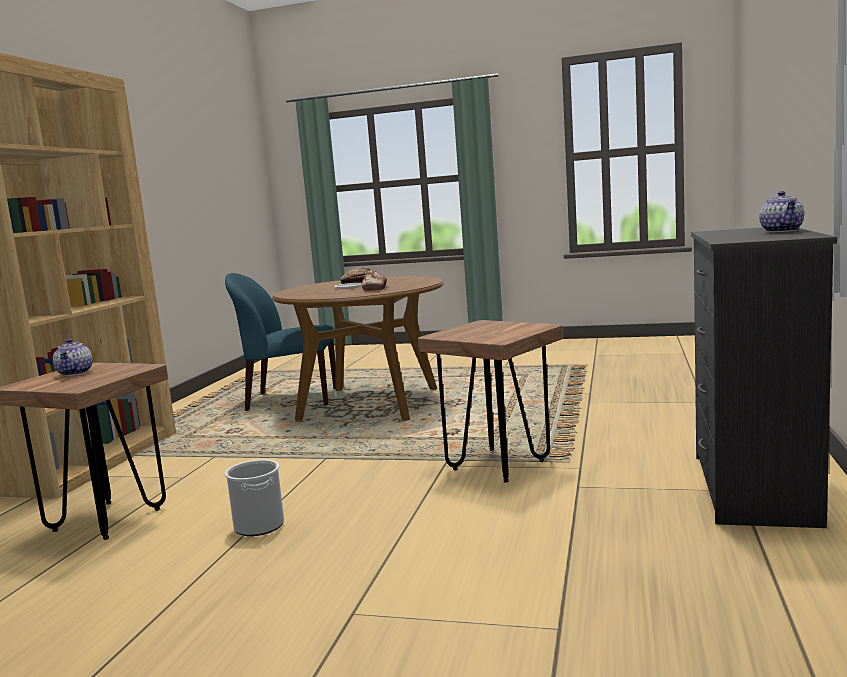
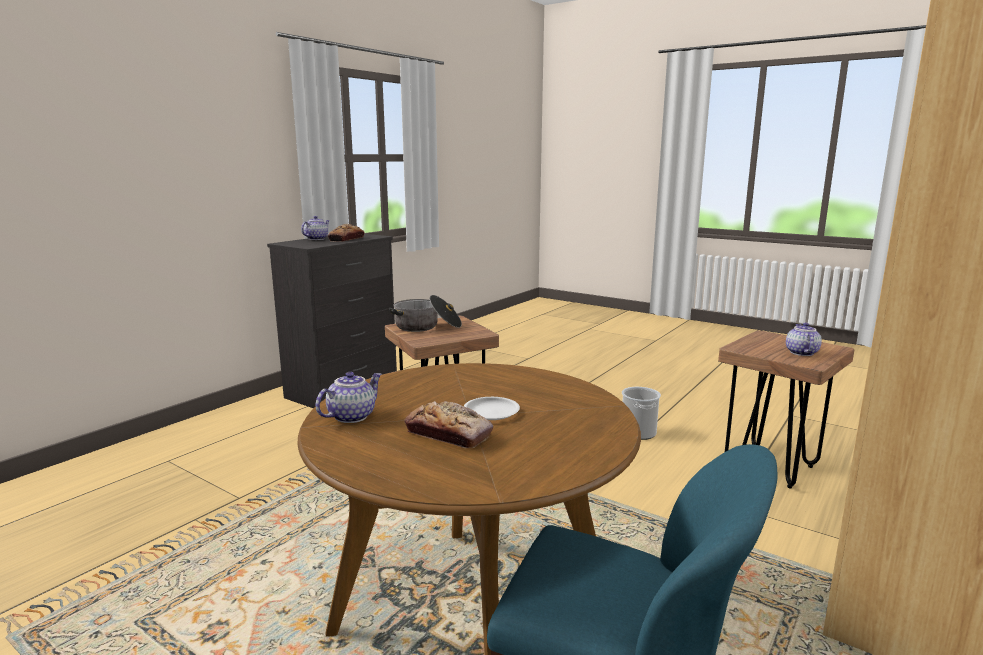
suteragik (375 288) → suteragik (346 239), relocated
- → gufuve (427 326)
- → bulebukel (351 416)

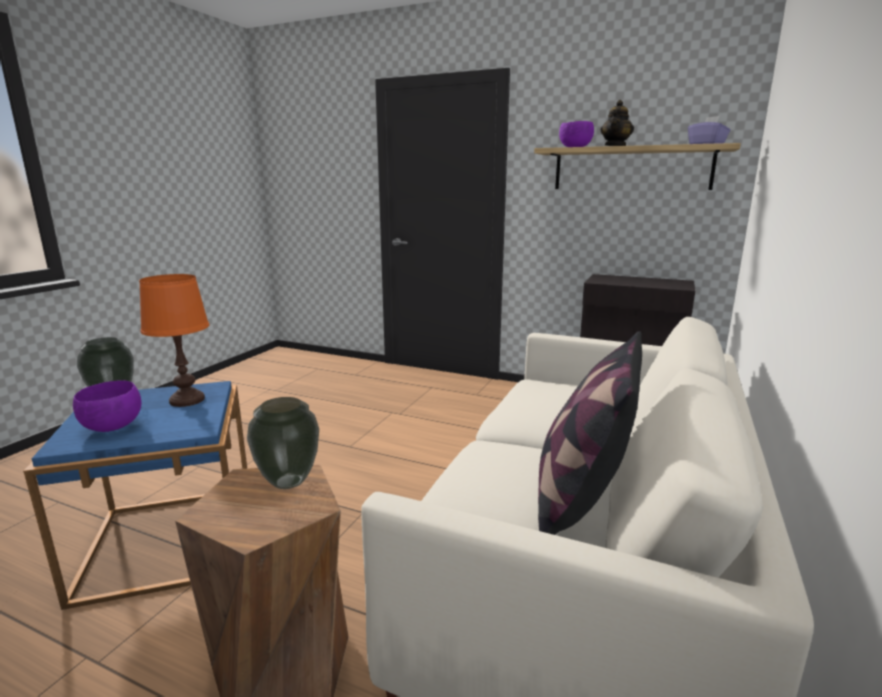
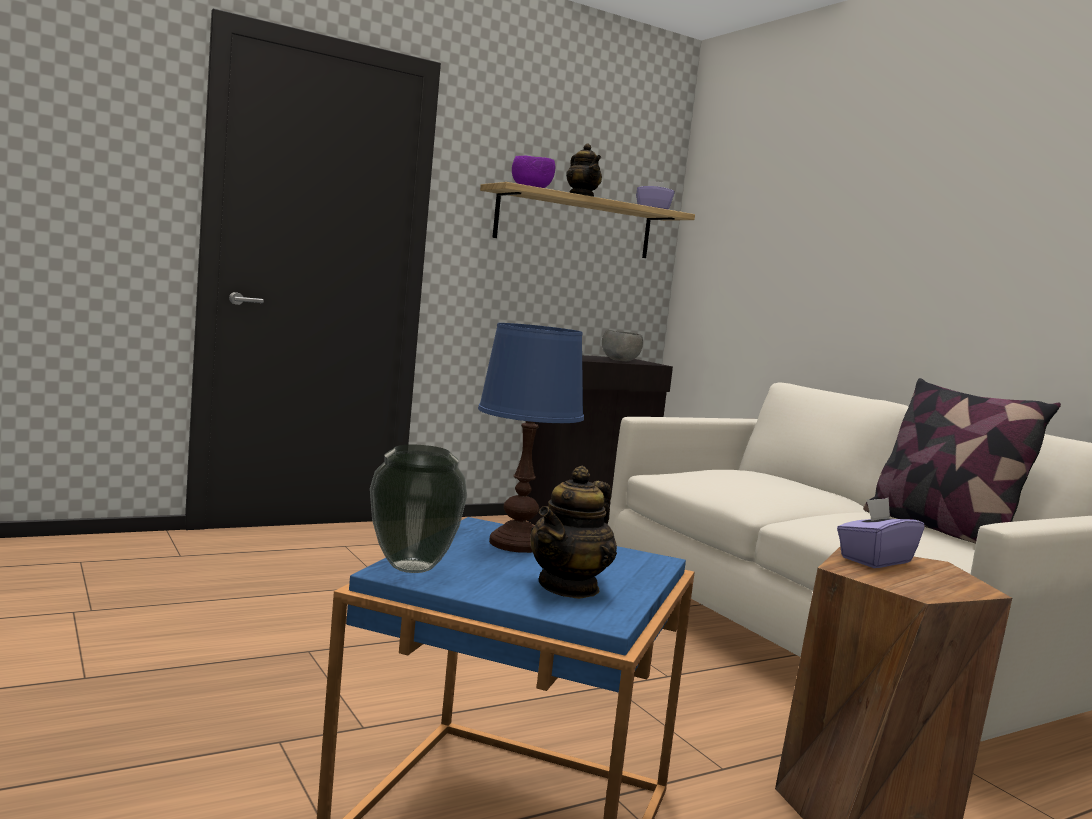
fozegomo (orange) (187 400) → fozegomo (blue) (516 544)
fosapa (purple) (113 427) → bulebukel (569 587)
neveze (287 482) → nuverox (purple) (875 560)
- → fosapa (grey) (620 361)

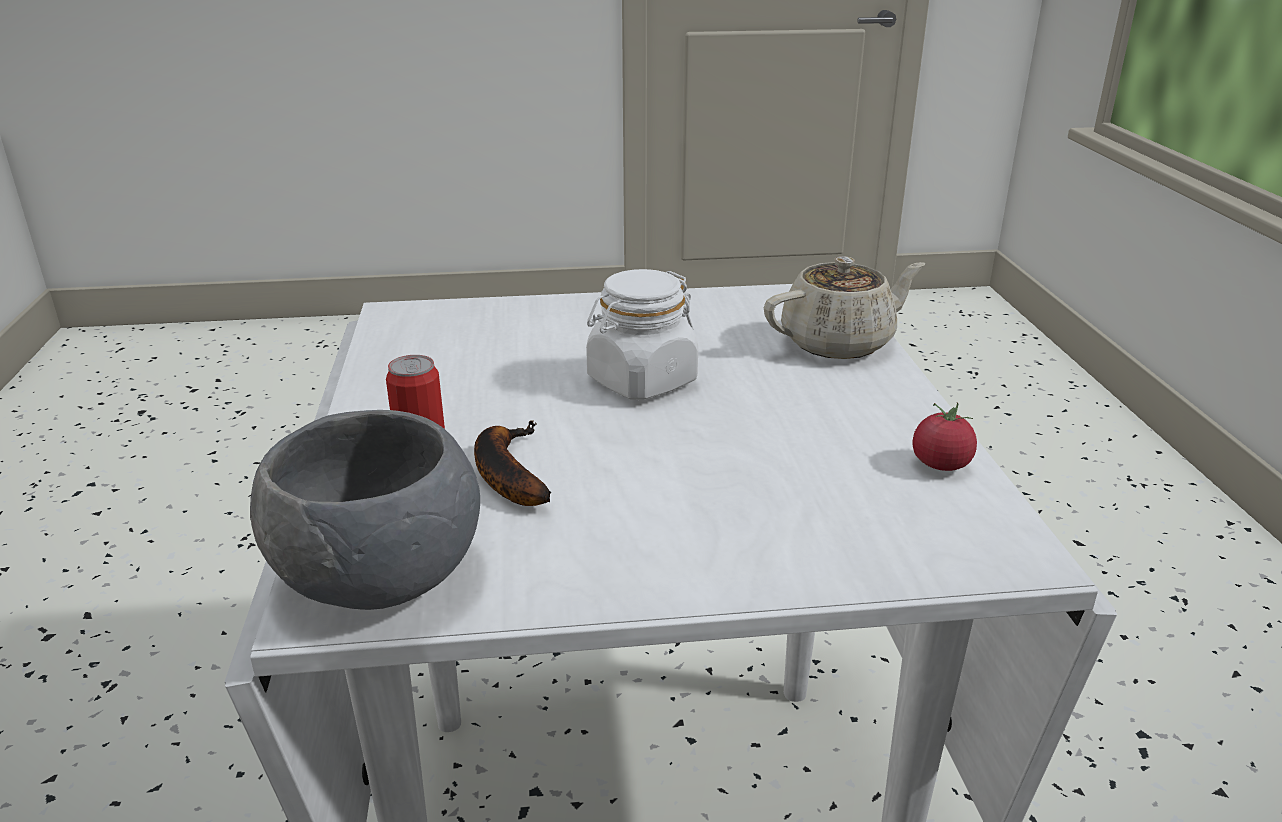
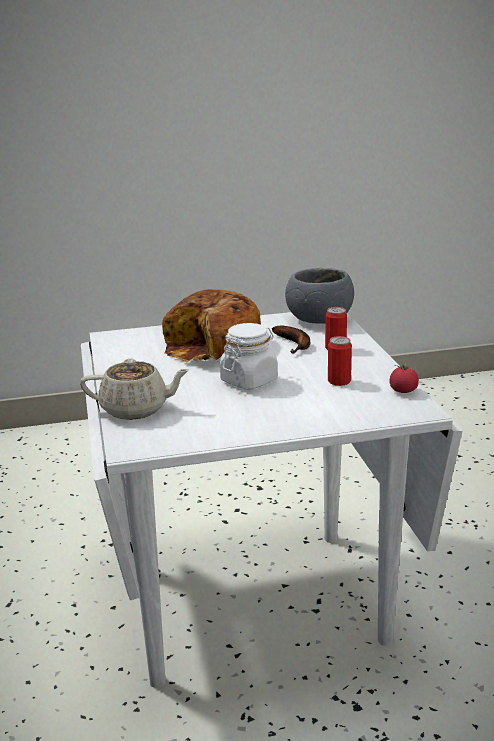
bulebukel (beige) (839 342) → bulebukel (beige) (136 409), 150 degrees counterclockwise
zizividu (940 464) → zizividu (403 391), relocated
- → suteragik (212 346)
- → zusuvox (339 381)

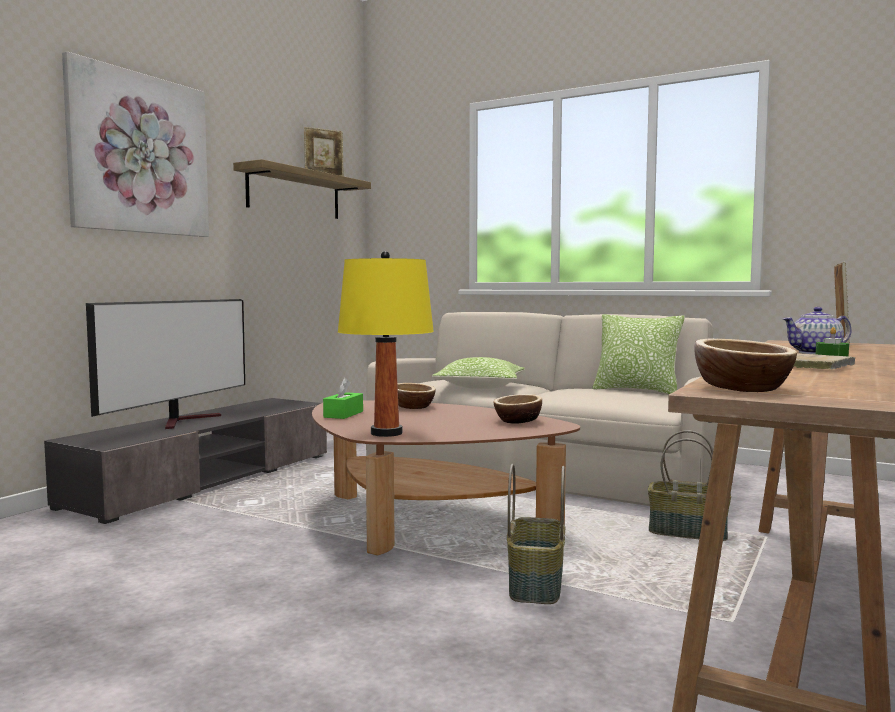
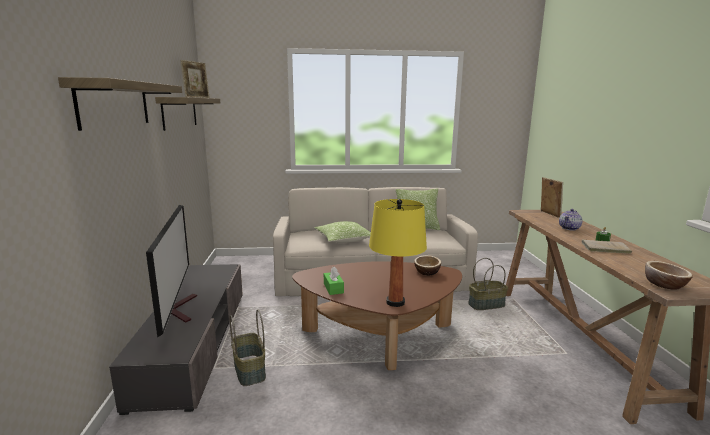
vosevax (140 154) → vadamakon (115 104)
fosapa (413 407) → -
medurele (537 585) → medurele (250 370), relocated

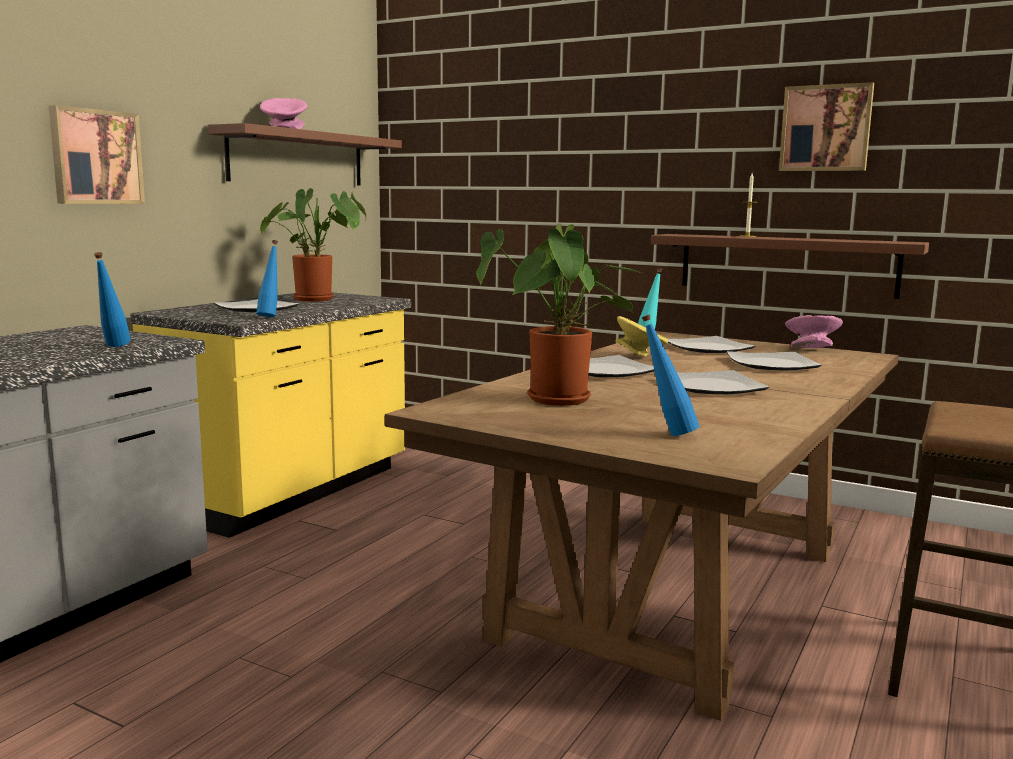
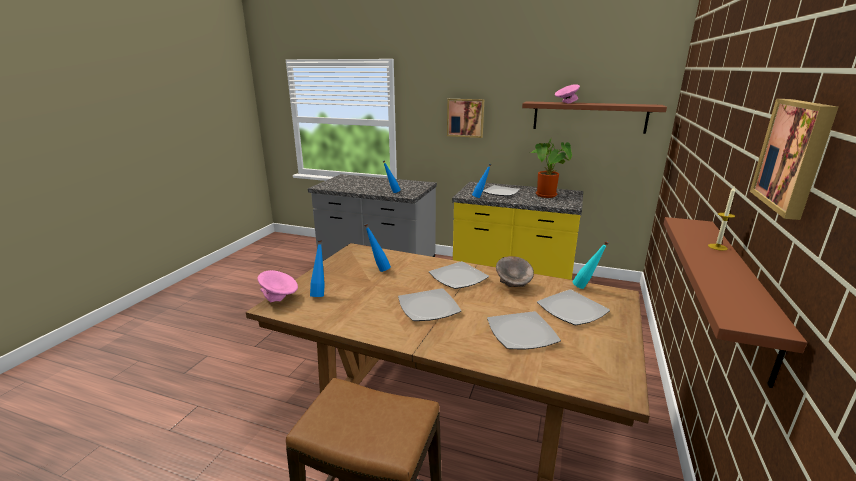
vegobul (559 401) → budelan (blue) (378 270)
fosapa (pink) (810 349) → fosapa (pink) (280 299), relocated
fosapa (yellow) (640 356) → fosapa (grey) (513 286)

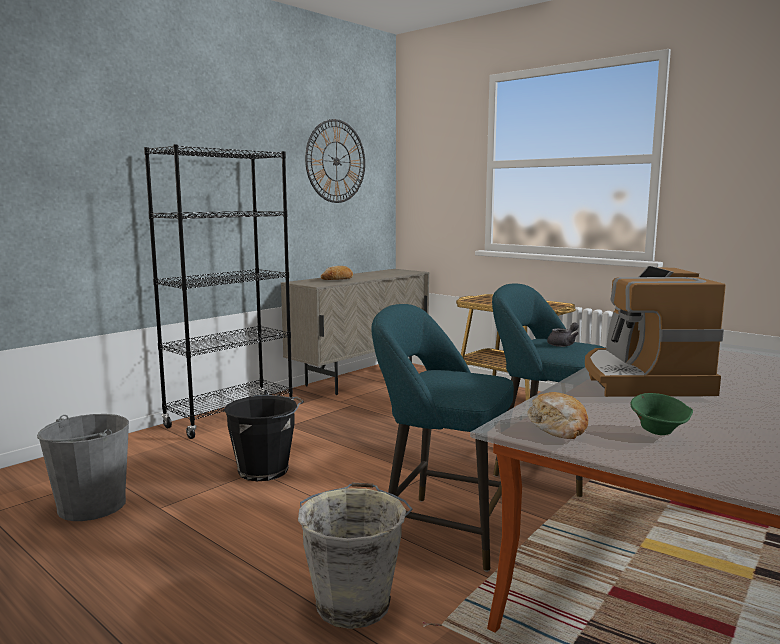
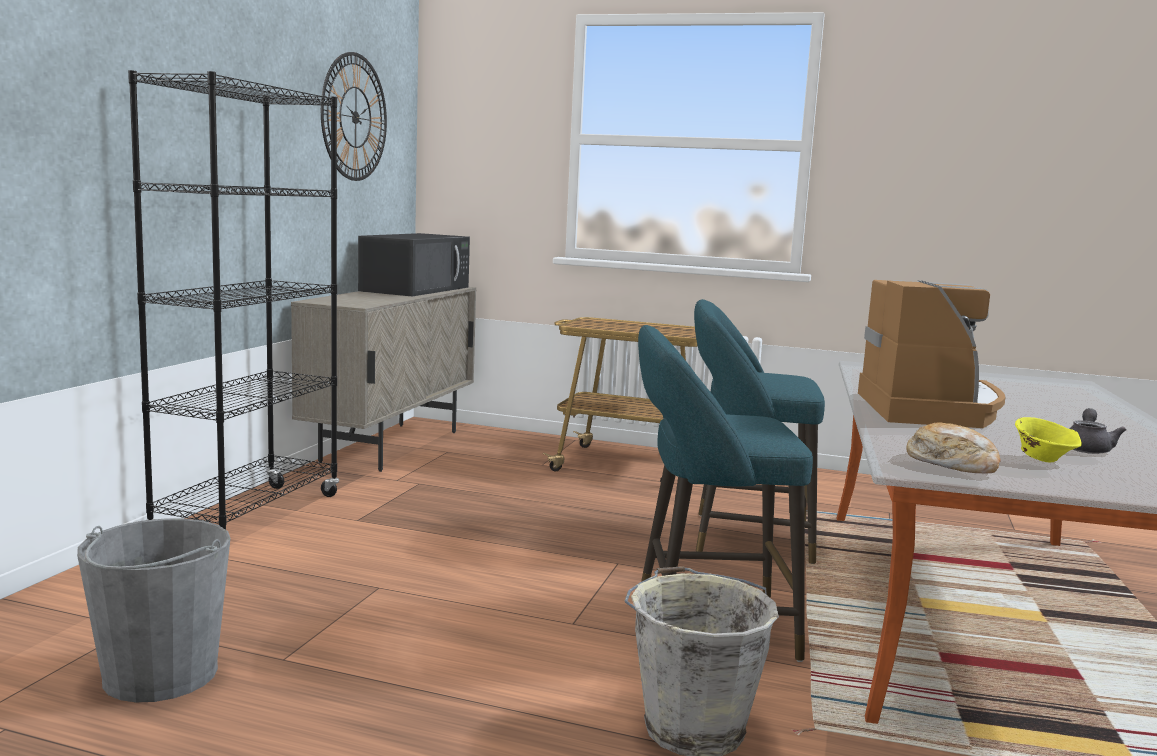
suteragik (337 279) → -
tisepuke (641 380) → tisepuke (931 409), 150 degrees counterclockwise
bulebukel (grey) (563 344) → bulebukel (grey) (1087 448), relocated
fosapa (green) (659 432) → fosapa (yellow) (1043 459)
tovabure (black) (265 470) → -
- → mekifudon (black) (416 289)

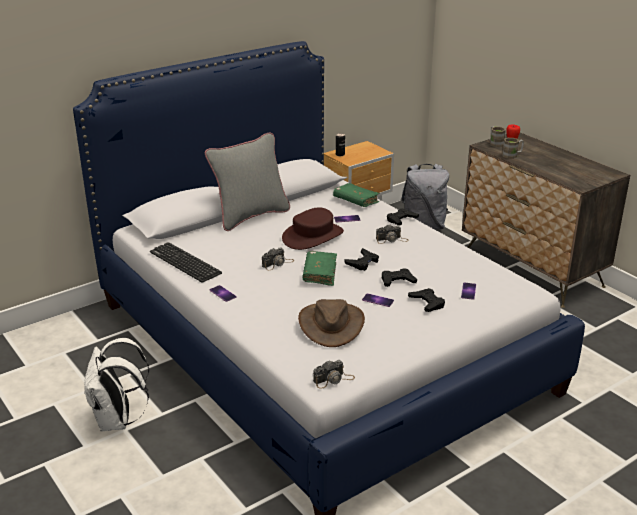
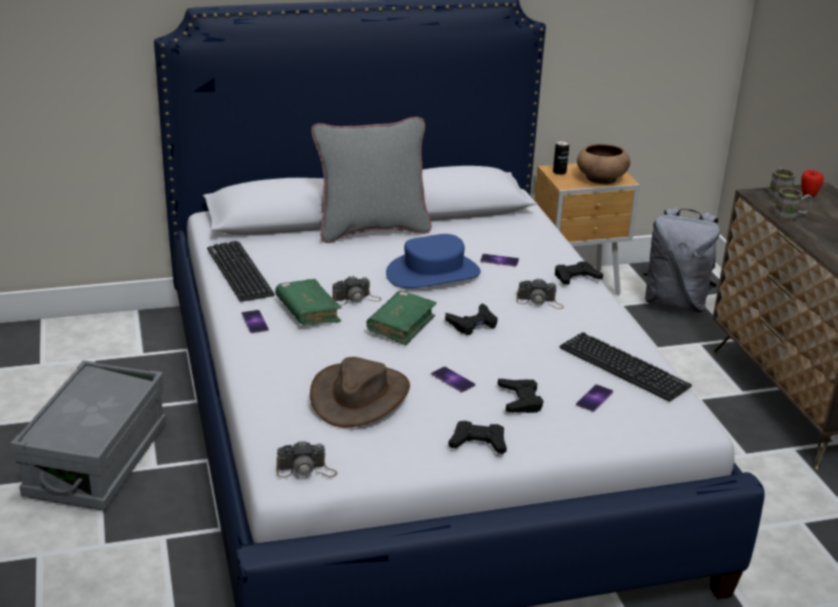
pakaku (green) (356 201) → pakaku (green) (308 311), relocated
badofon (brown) (313 236) → badofon (blue) (433 274)
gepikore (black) (397 281) → gepikore (black) (478 443), relocated
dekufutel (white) (117 421) → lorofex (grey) (97 460)
- → fosapa (brown) (600 178)
- → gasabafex (623 367)

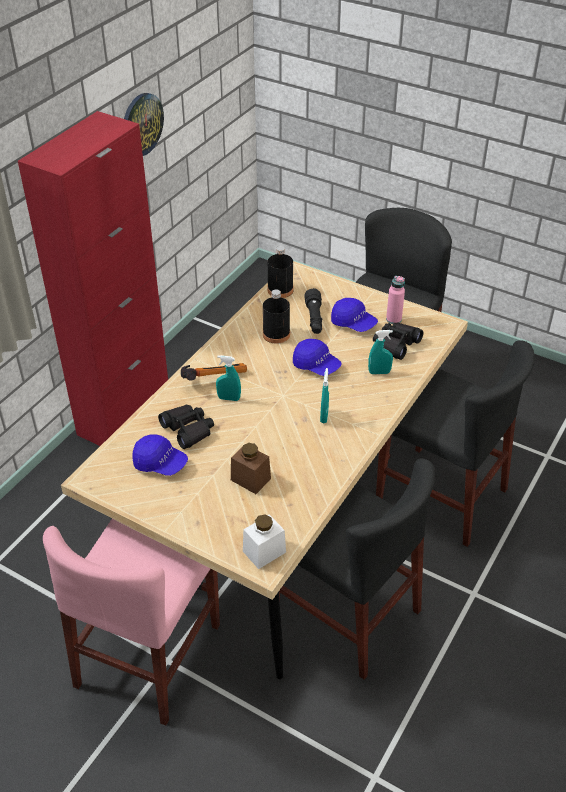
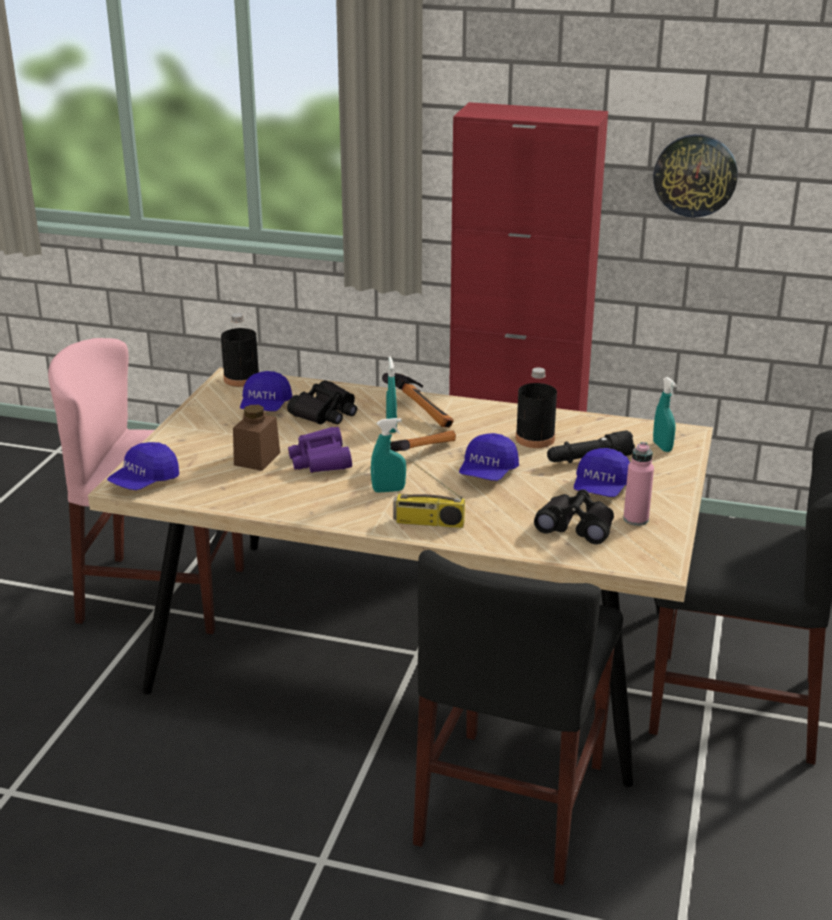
budelan (black) (280 290) → budelan (black) (241 379), relocated
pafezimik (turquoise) (379 372) → pafezimik (turquoise) (662 447), relocated
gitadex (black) (345 612) → -
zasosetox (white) (264 552) → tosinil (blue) (144 482)
- → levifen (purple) (320 460)
- → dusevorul (415 455)
- → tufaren (428 522)

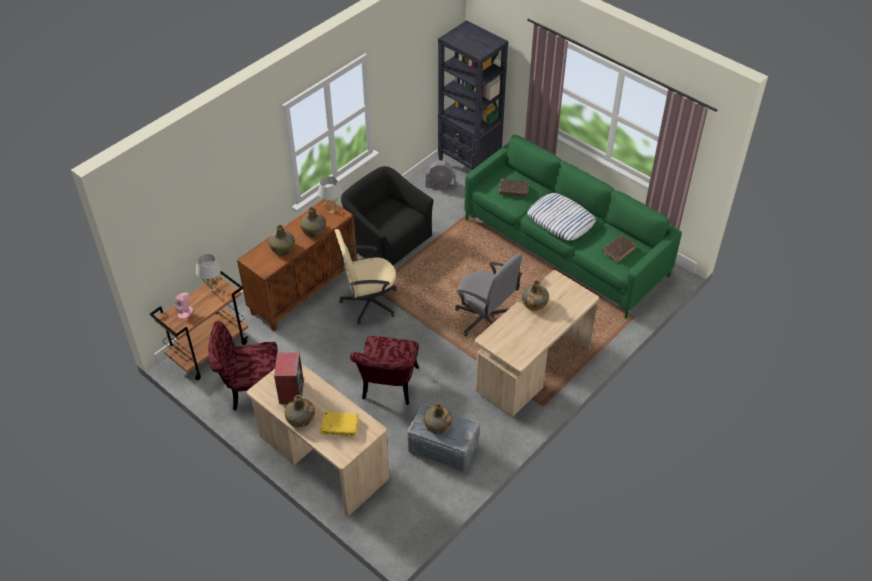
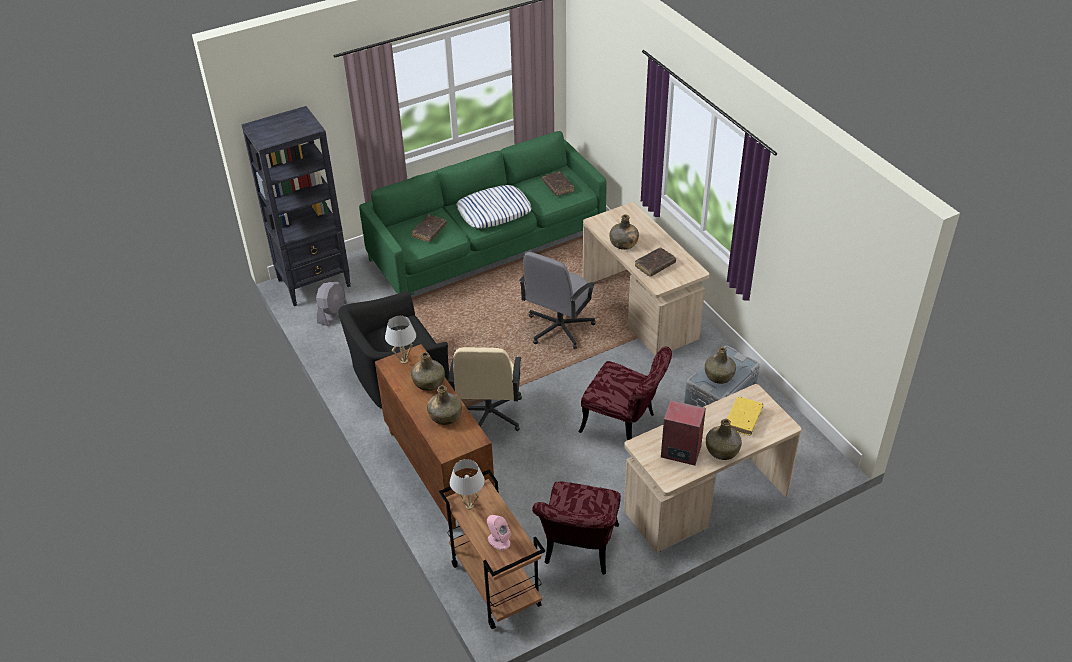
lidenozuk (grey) (485 319) → lidenozuk (grey) (559 328), 150 degrees clockwise
- → pakaku (brown) (655 265)

